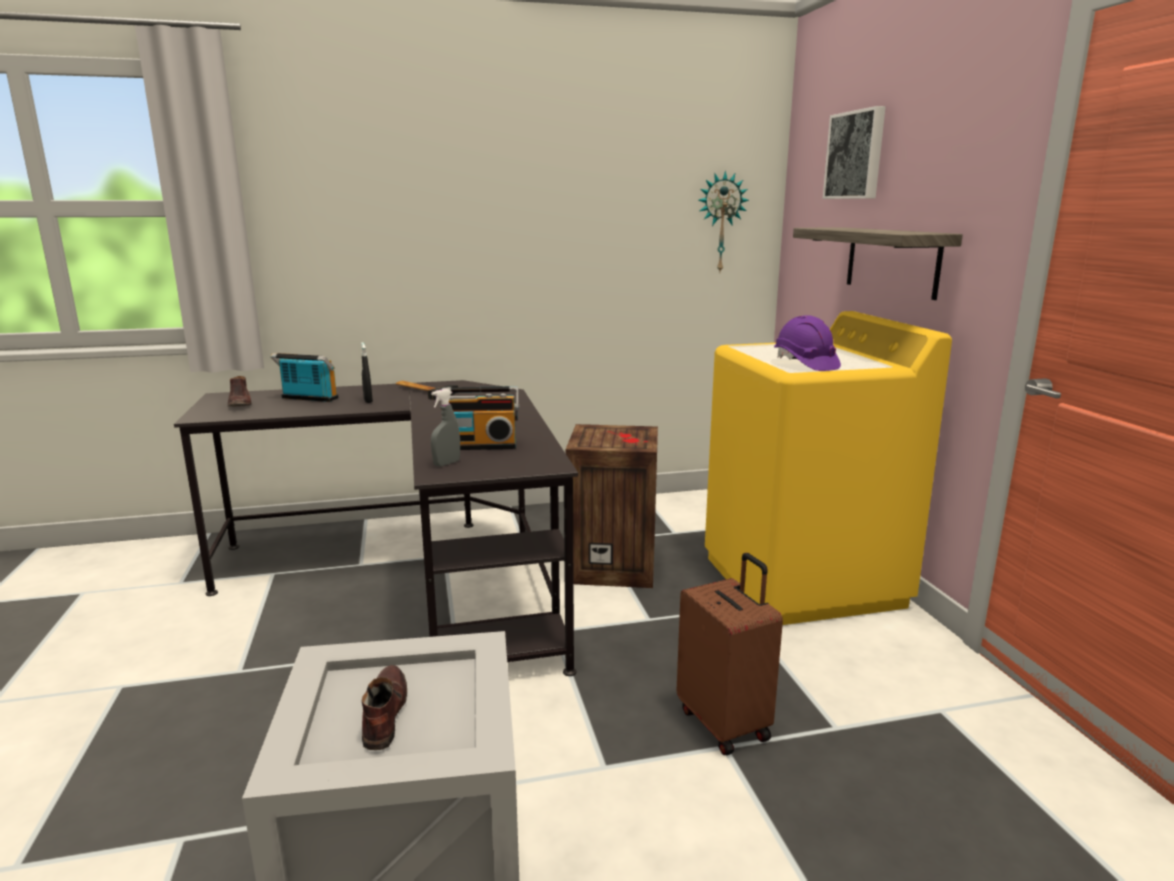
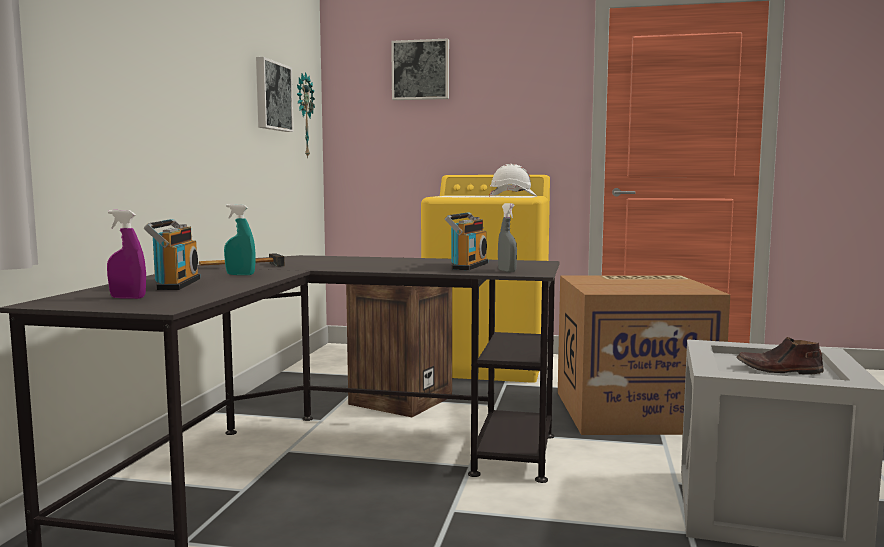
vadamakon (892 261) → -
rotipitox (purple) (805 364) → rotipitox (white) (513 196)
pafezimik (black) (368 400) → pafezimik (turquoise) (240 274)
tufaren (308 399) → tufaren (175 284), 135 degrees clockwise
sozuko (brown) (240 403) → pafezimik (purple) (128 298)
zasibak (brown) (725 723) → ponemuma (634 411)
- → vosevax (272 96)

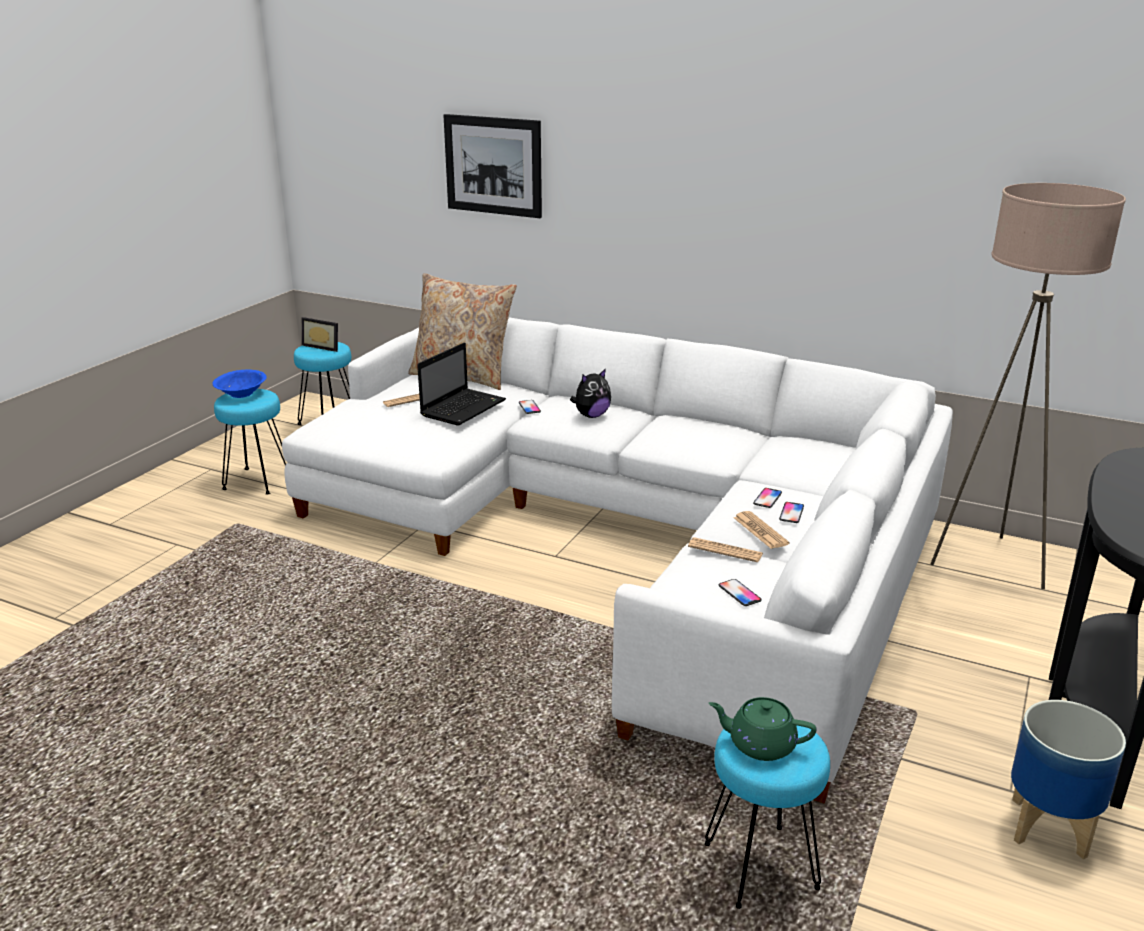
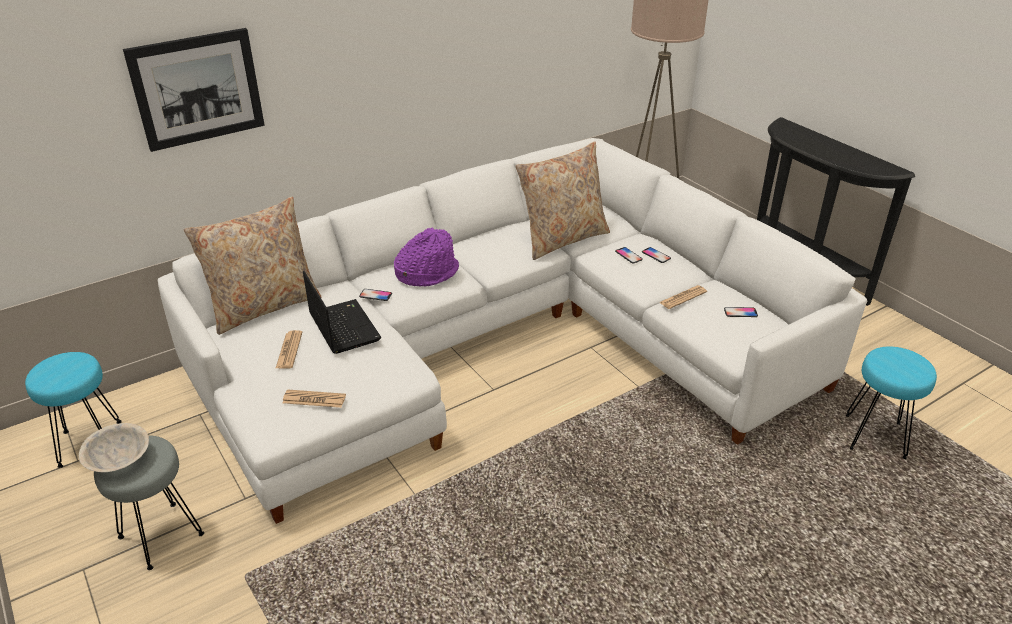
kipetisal (323 346) → -
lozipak (591 415) → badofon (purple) (427 273)
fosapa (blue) (242 394) → fosapa (beige) (119 460)
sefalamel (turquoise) (258 481) → sefalamel (grey) (161 534)
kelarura (760 531) → kelarura (314 399), relocated
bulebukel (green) (760 744) → -
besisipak (1049 829) → -
- → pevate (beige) (562 239)

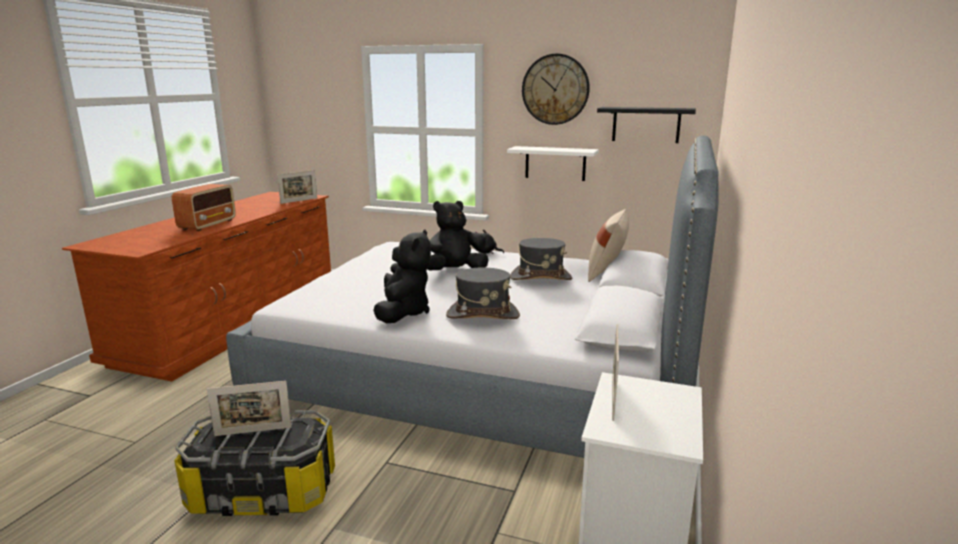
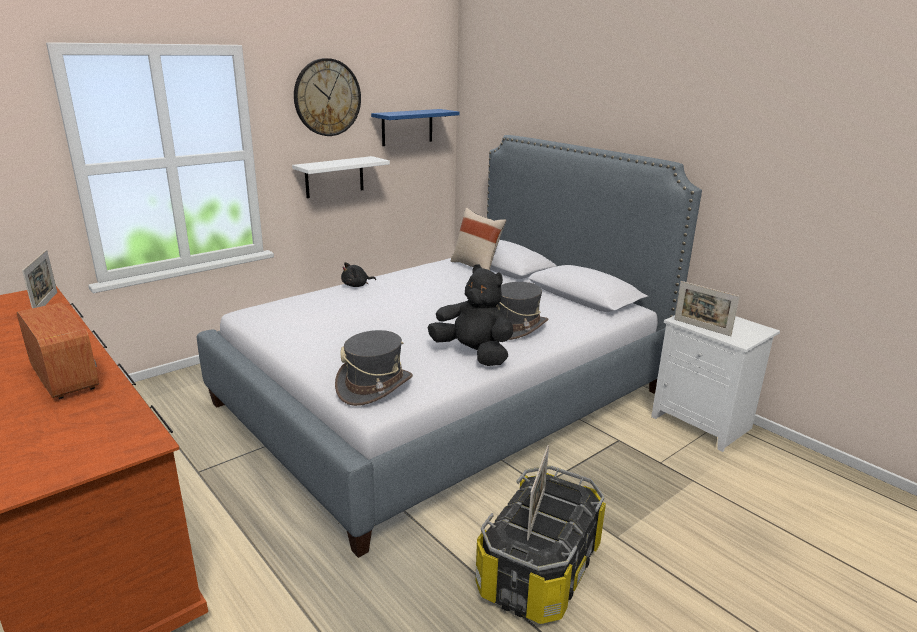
vadamakon (black) (646 124) → vadamakon (blue) (407 127)
lozipak (black) (455 271) → -
badofon (grey) (540 278) → badofon (grey) (374 386), relocated

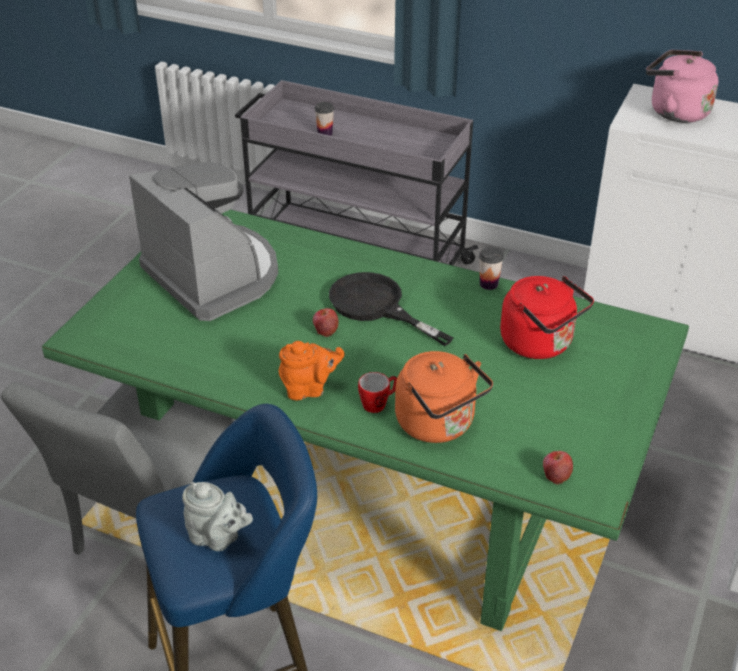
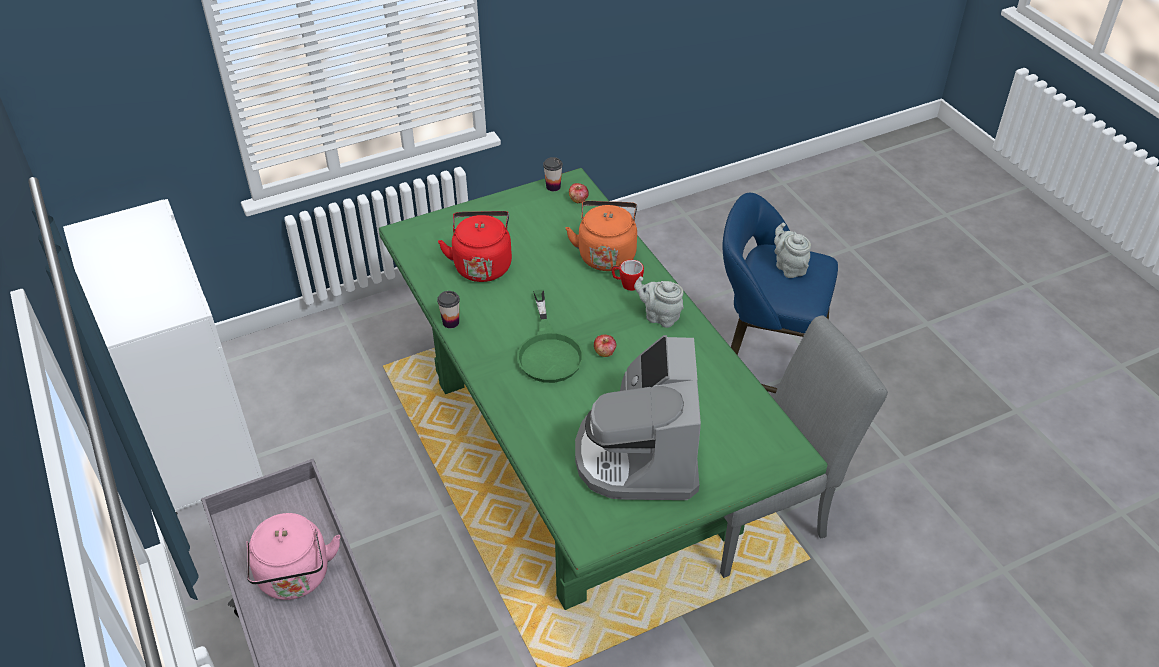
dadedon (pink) (675 111) → dadedon (pink) (295 579), relocated
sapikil (325 133) → sapikil (553 187), relocated
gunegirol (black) (376 306) → gunegirol (green) (549 351)
bulebukel (orange) (309 389) → bulebukel (grey) (660 317)

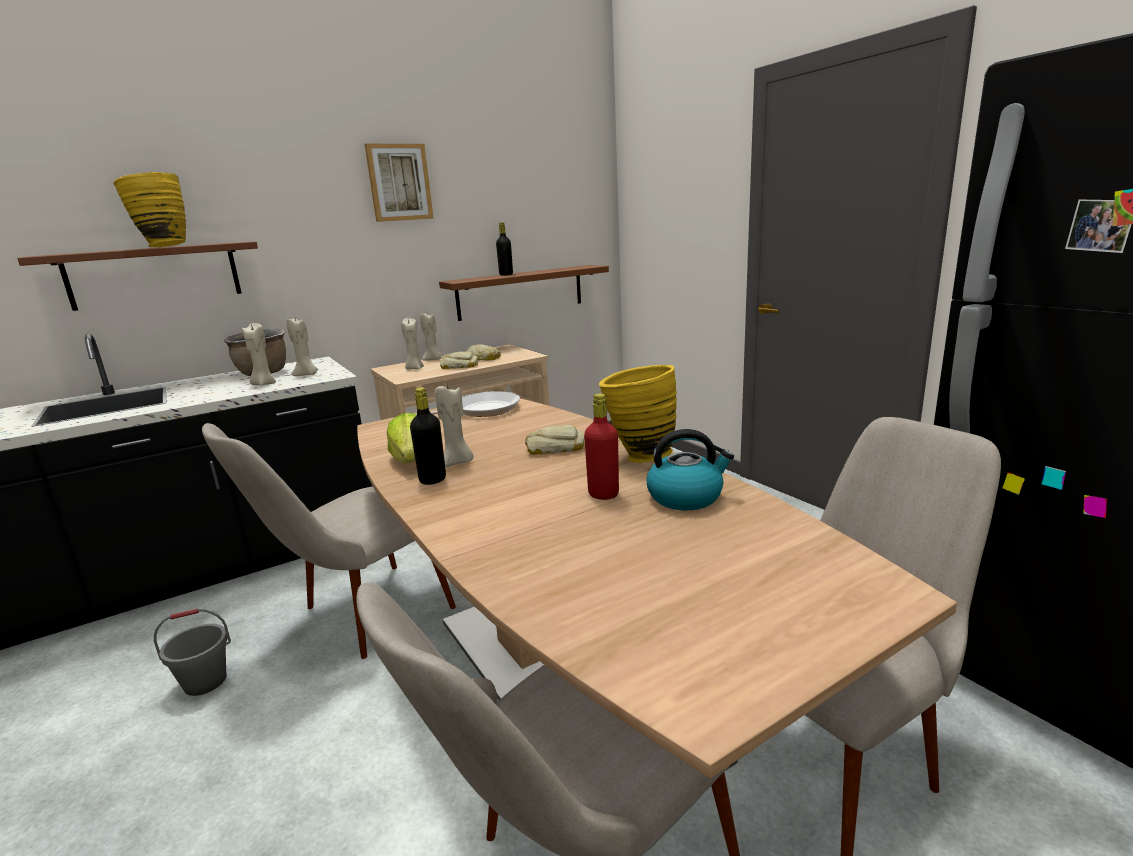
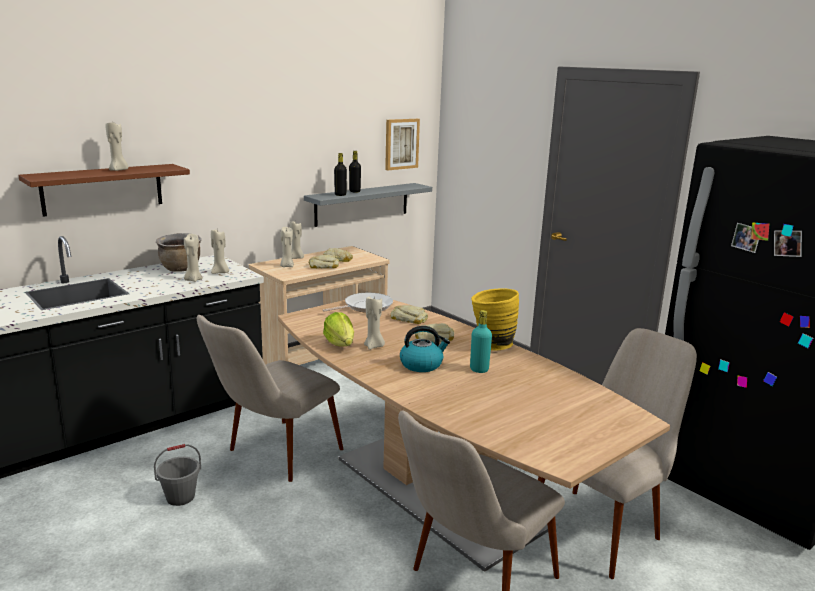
vosevax (399 182) → vosevax (401 144), relocated
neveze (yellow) (163 247) → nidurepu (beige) (118 170)
vadamakon (brown) (521 292) → vadamakon (grey) (362 204)
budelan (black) (432 479) → budelan (black) (340 195), relocated
budelan (red) (603 494) → budelan (turquoise) (479 369)
dadedon (686 497) → dadedon (422 364), relocated
- → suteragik (409 319)

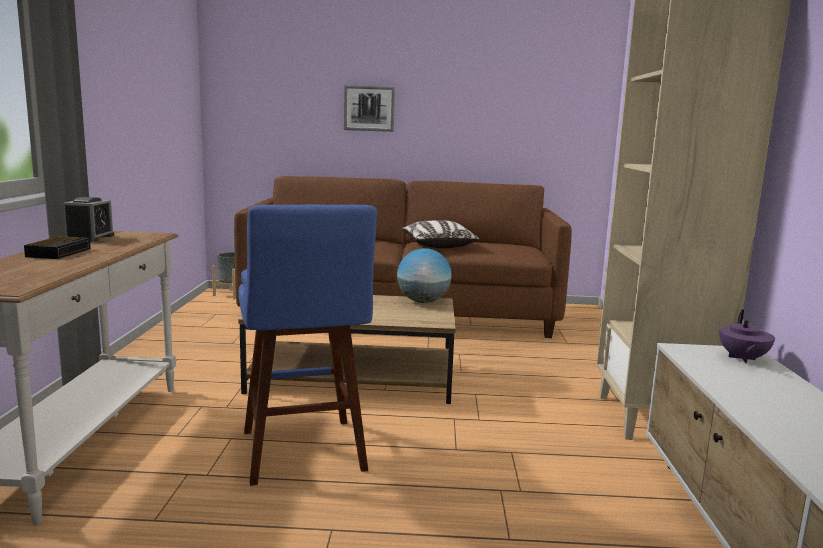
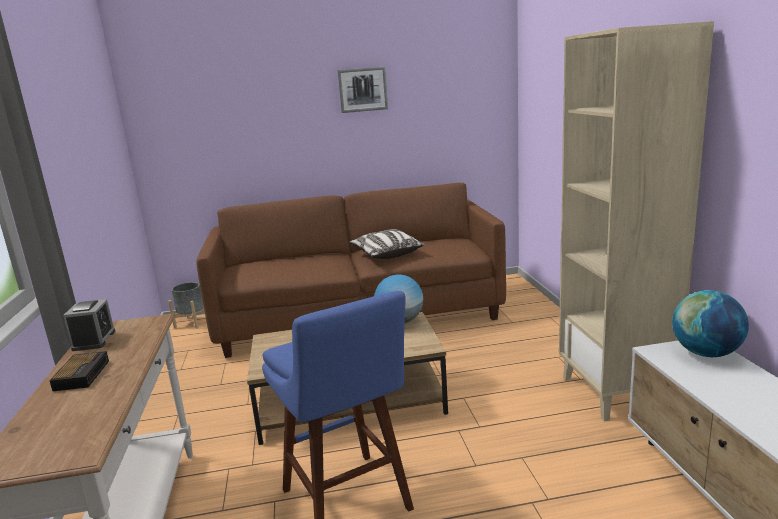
vosevax (369 108) → vosevax (363 89), relocated
bulebukel (purple) (742 358) → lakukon (706 353)

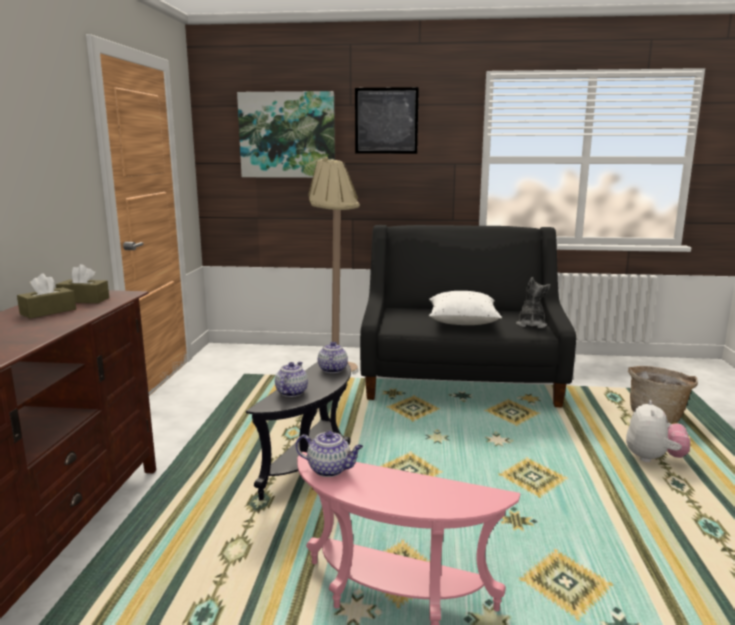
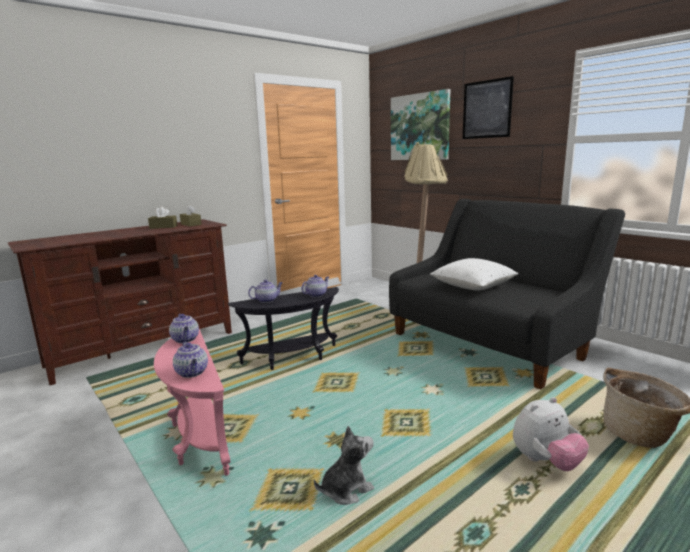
lozipak (531 324) → lozipak (346 489), relocated
- → bulebukel (192 373)

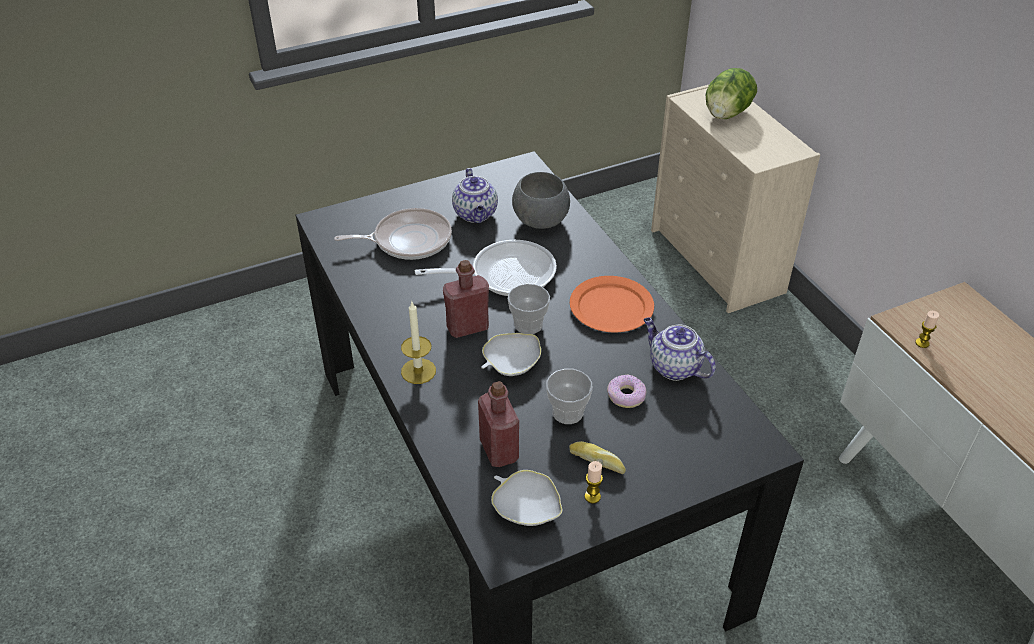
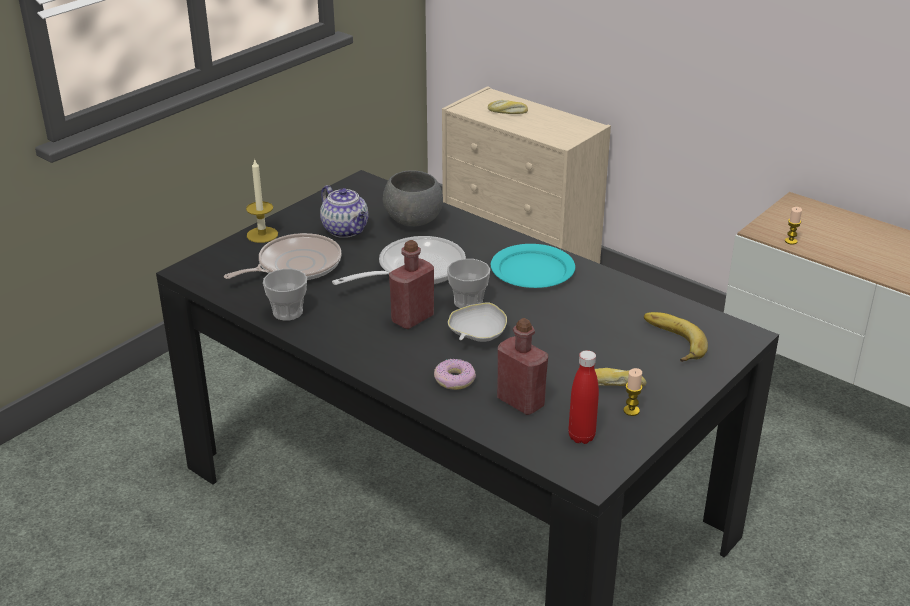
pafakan (726 114) → suteragik (507 112)
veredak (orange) (611 307) → veredak (turquoise) (532 270)
nidurepu (418 371) → nidurepu (262 235), relocated
bulebukel (673 367) → -
sapikil (567 412) → sapikil (288 312), relocated
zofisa (626 396) → zofisa (454 380), relocated
fosapa (white) (526 508) → budelan (red) (581 437)
- → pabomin (670 342)

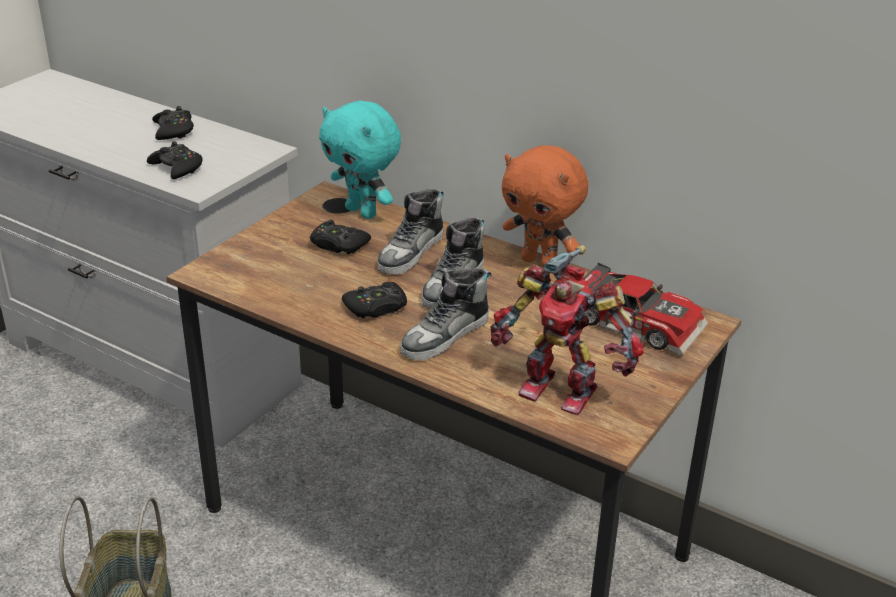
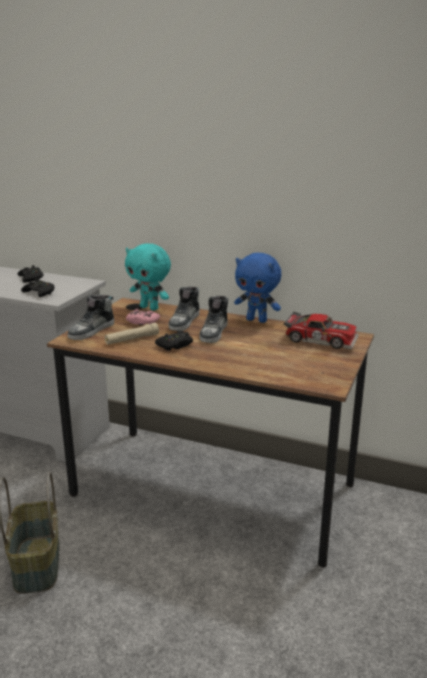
lozipak (orange) (540 262) → lozipak (blue) (257 320)
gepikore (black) (338 245) → gepikore (pink) (142 322)
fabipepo (560 388) → -
sozuko (445 336) → sozuko (92 331), relocated
- → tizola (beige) (132 339)

